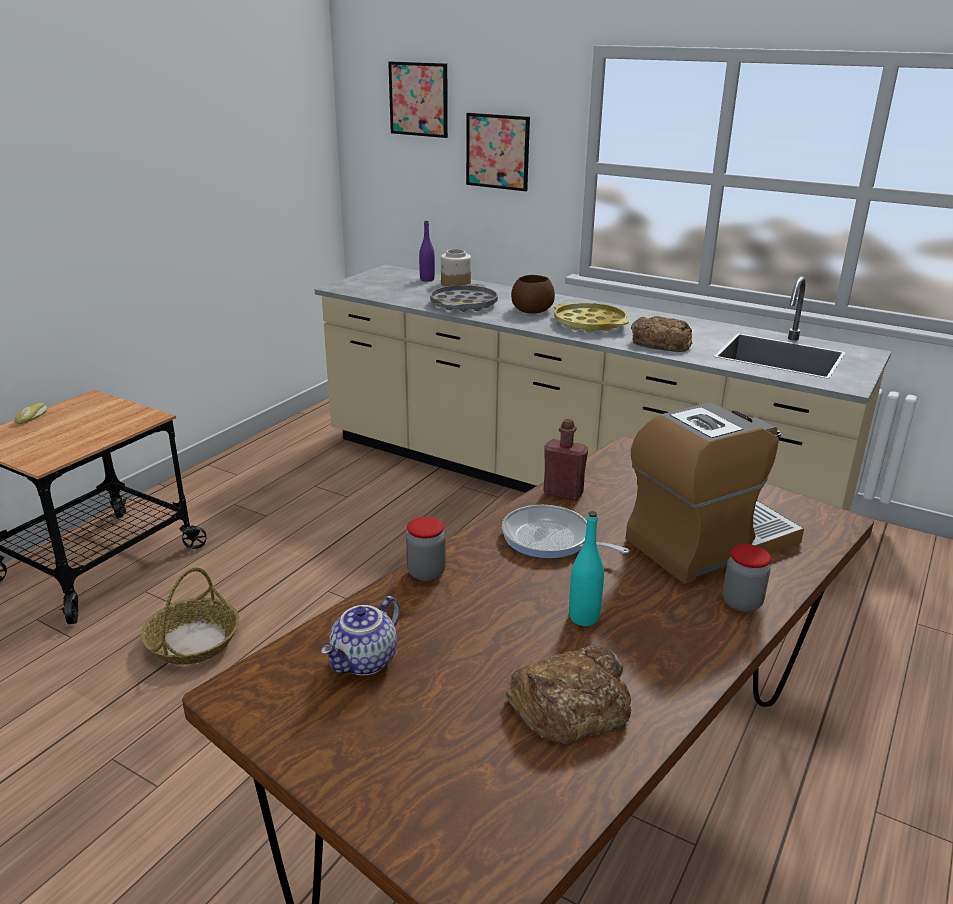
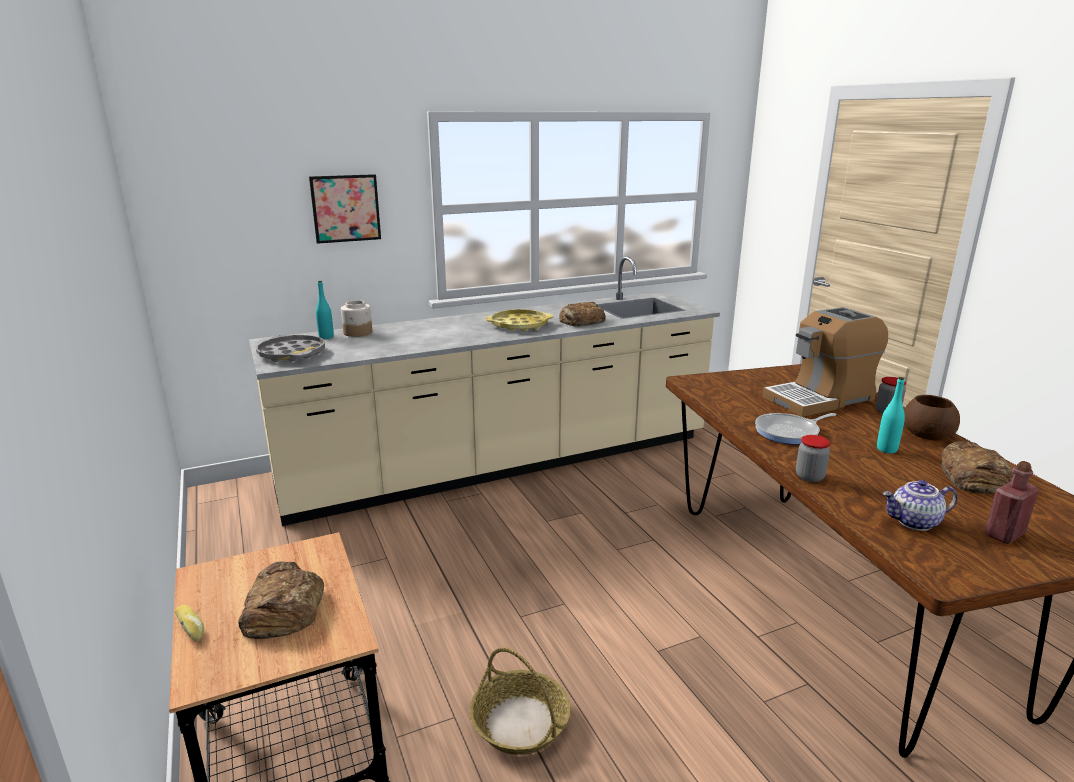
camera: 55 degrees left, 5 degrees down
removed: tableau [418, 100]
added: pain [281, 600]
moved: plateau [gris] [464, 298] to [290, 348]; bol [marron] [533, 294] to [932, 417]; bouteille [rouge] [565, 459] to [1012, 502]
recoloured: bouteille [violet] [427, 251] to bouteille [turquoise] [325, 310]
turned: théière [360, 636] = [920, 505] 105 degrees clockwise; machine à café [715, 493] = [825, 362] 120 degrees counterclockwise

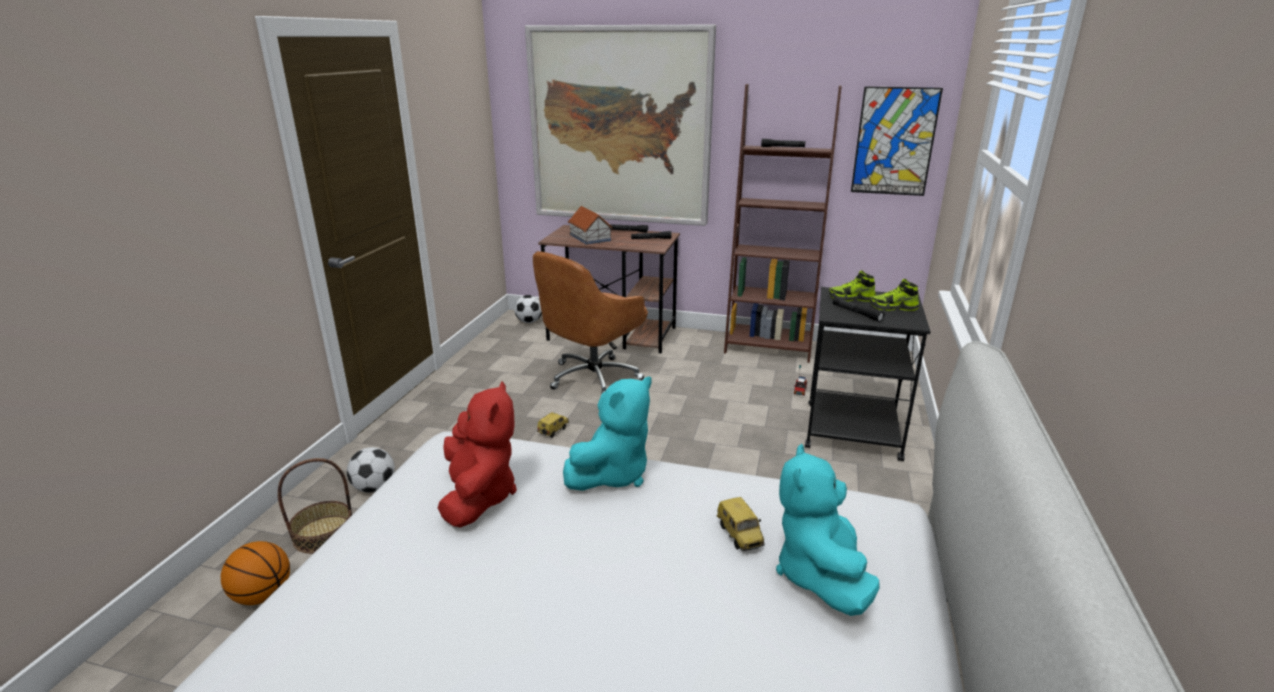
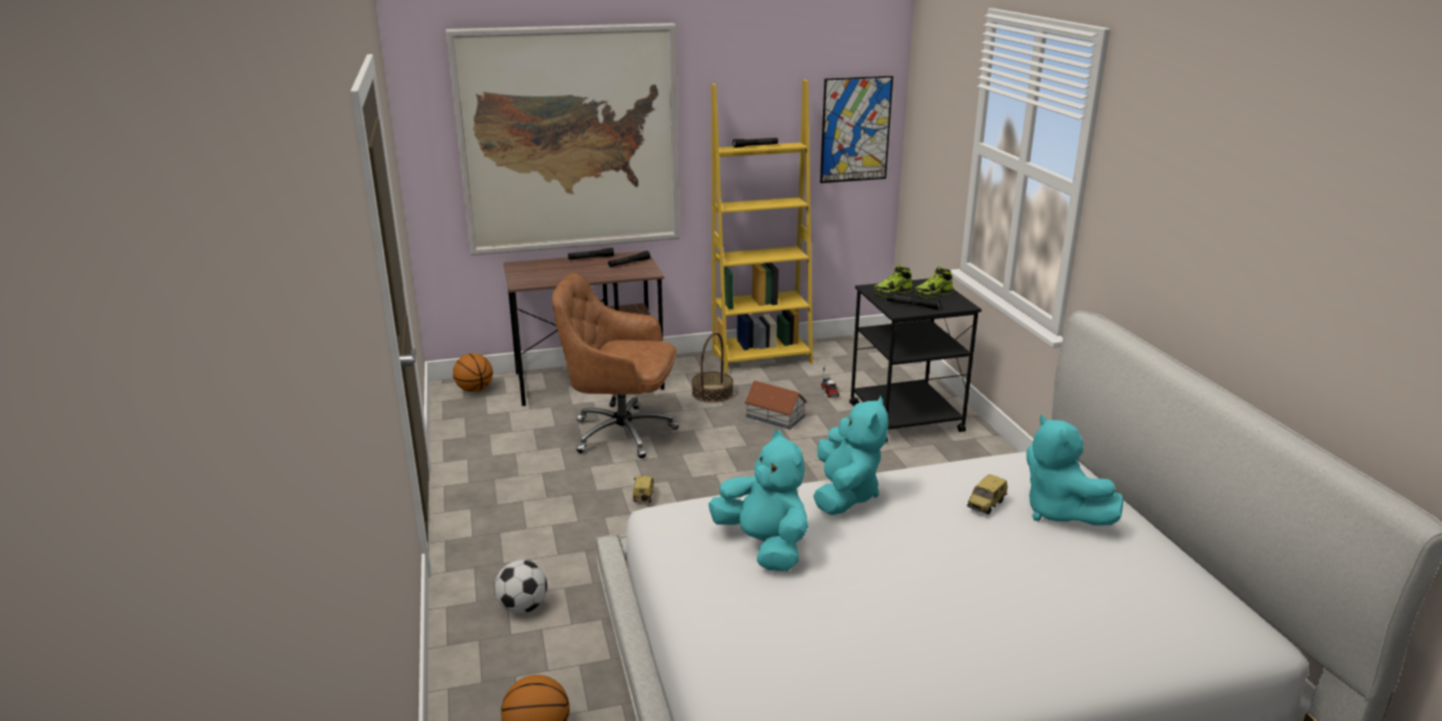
camera: 30 degrees left, 0 degrees up
moved: panier [315, 506] to [712, 367]; maison miniature [590, 225] to [775, 405]
replaced: ballon de foot [528, 309] to ballon de basket [473, 372]
recoloured: peluche [rouge] [477, 454] to peluche [turquoise] [758, 500]; bibliothèque [marron] [783, 223] to bibliothèque [jaune] [762, 227]
turned: chaise de bureau [marron] [590, 322] = [615, 365] 90 degrees clockwise; petite voiture [740, 524] = [987, 494] 90 degrees clockwise

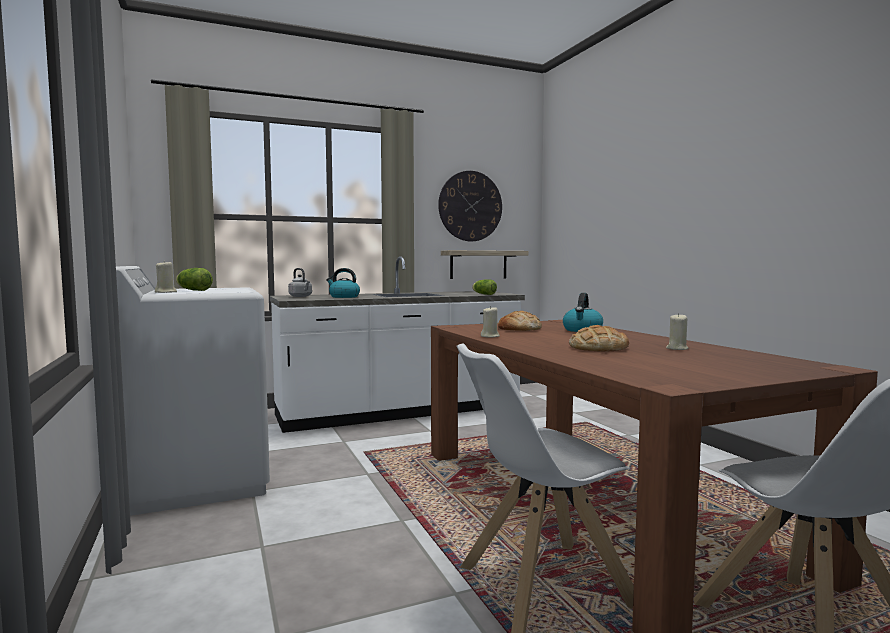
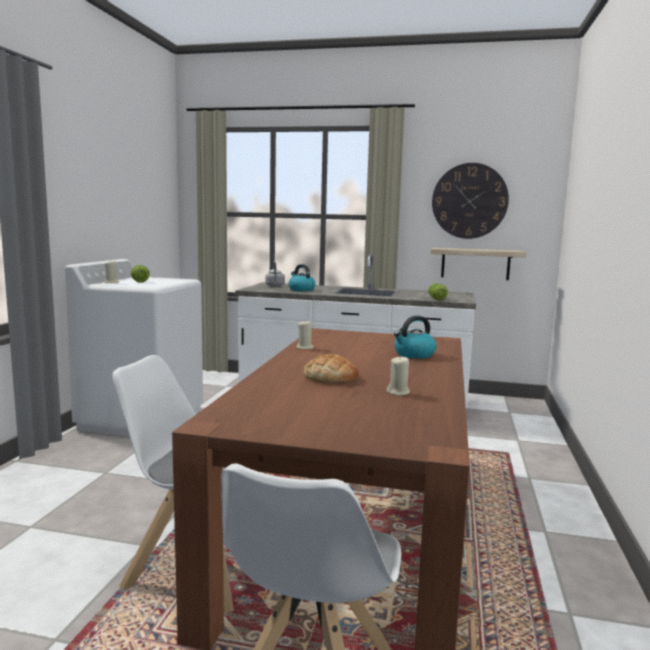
camera: 35 degrees right, 5 degrees up
removed: pain [520, 321]

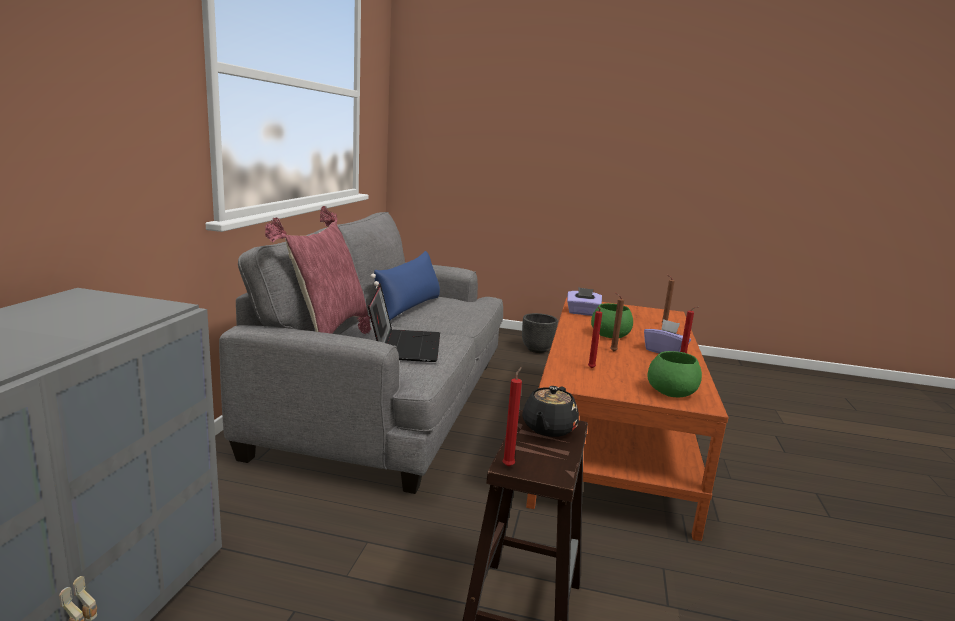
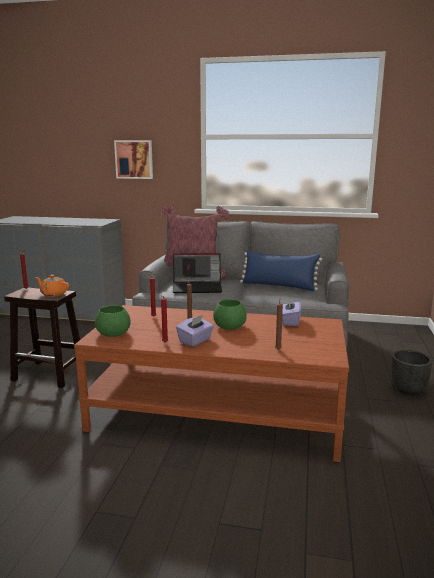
camera: 90 degrees right, 0 degrees up
added: tableau [133, 159]
recoloured: théière [noir] [550, 411] to théière [orange] [52, 286]

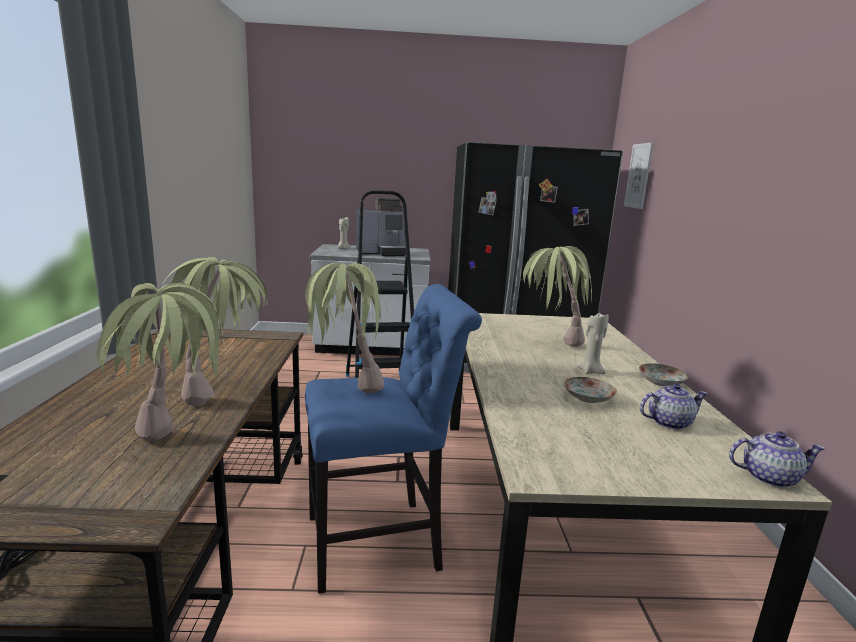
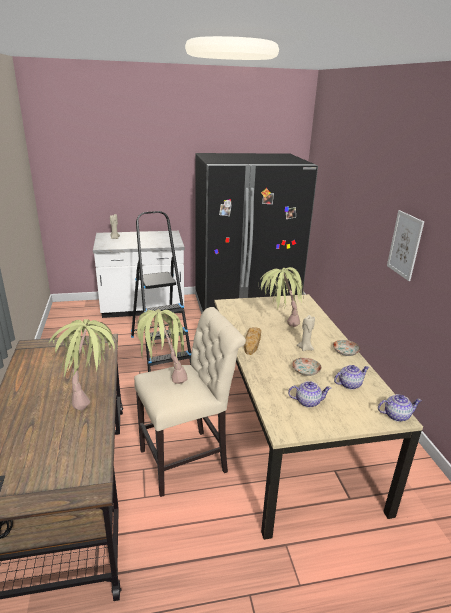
camera: 10 degrees left, 10 degrees up
removed: plante en pot [161, 361]; machine à café [381, 227]
added: pain [252, 341]; théière [309, 394]
moved: tableau [639, 176] to [405, 245]
recoloured: tabouret [bleu] [393, 439] to tabouret [beige] [190, 402]

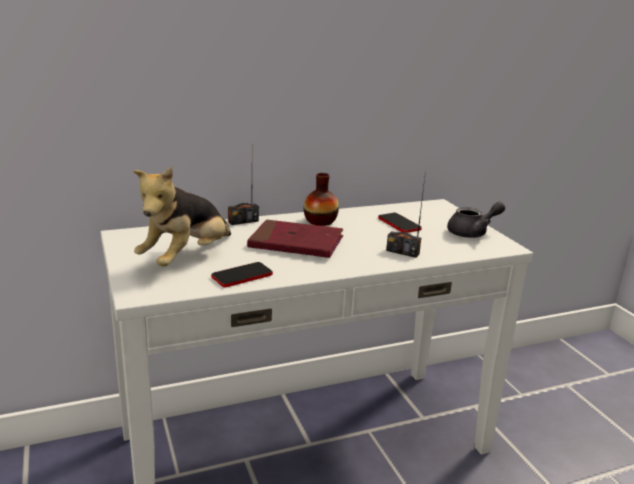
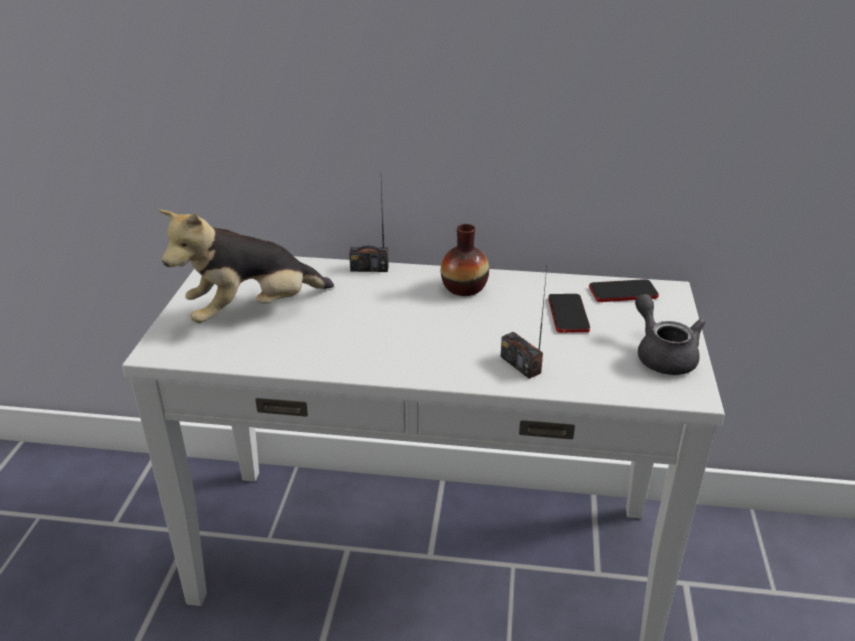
camera: 30 degrees right, 10 degrees up
removed: livre [rouge] [295, 239]
moved: téléphone [242, 274] to [624, 290]
turned: théière [gris] [476, 219] = [670, 334] 120 degrees counterclockwise

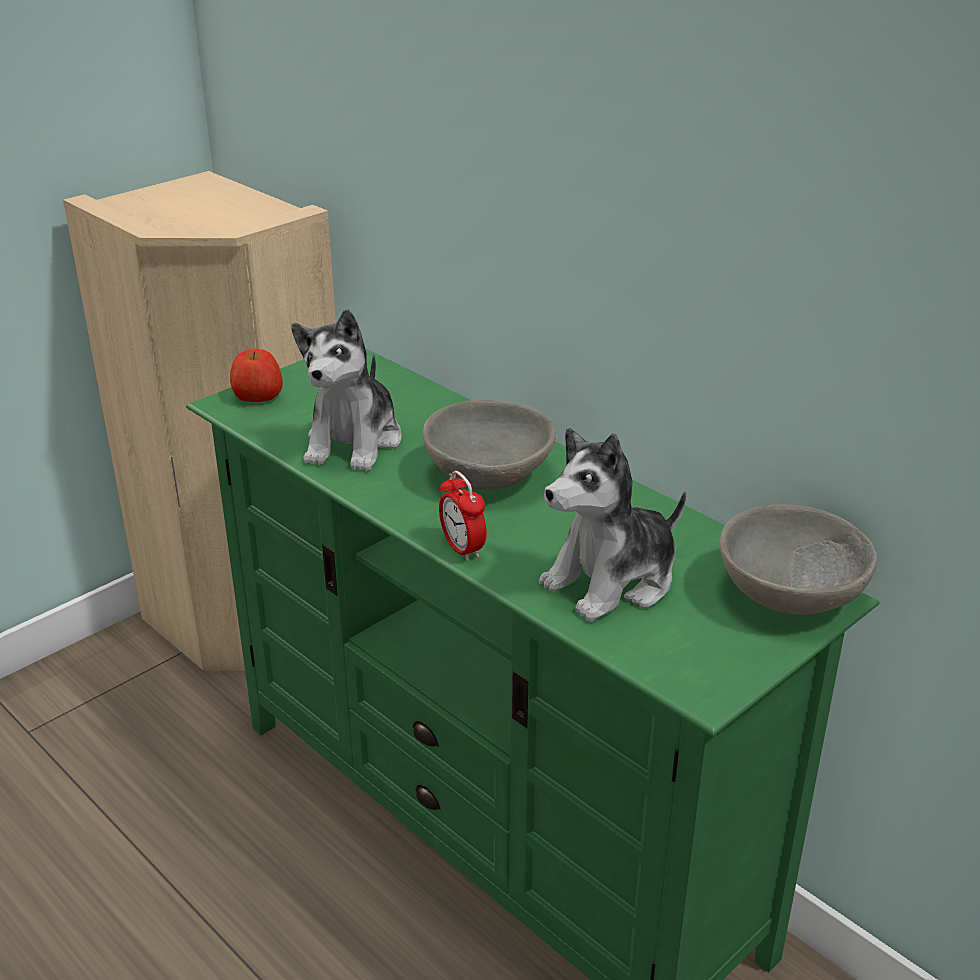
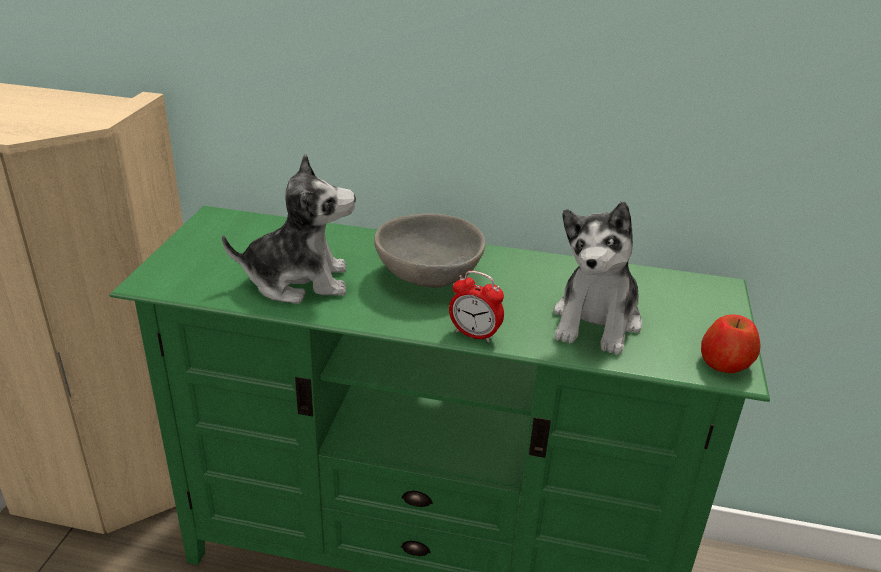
camera: 35 degrees left, 0 degrees up
removed: bol [gris] [798, 559]
moved: pomme [256, 375] to [731, 343]
turned: peluche [346, 390] = [289, 228] 75 degrees counterclockwise

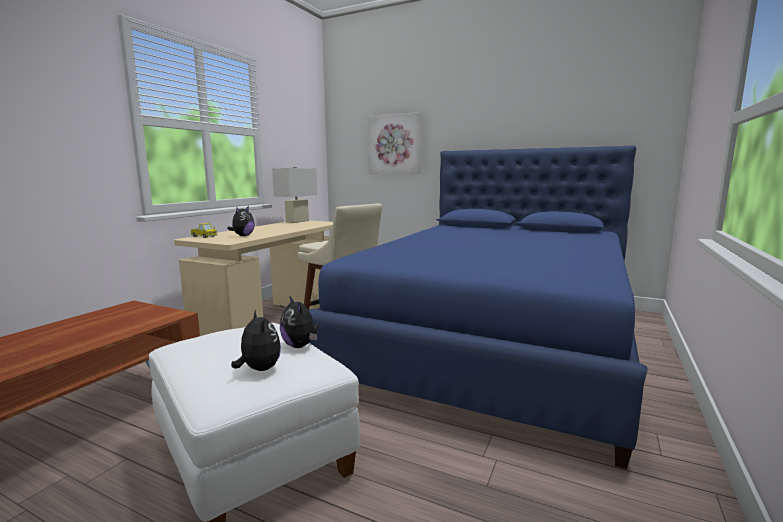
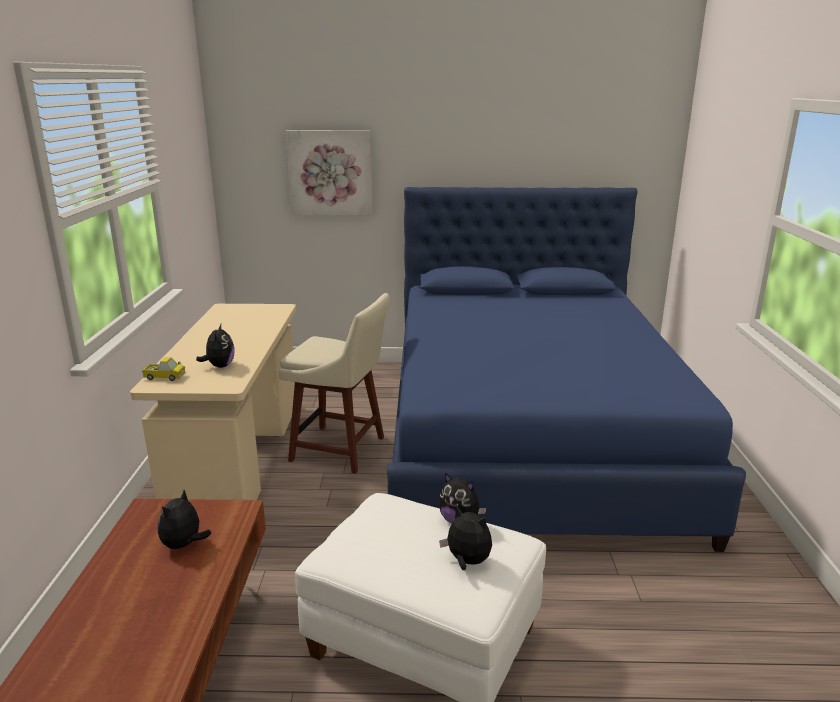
camera: 25 degrees left, 10 degrees up
removed: lampe de table [blanc] [294, 195]
added: peluche [184, 519]

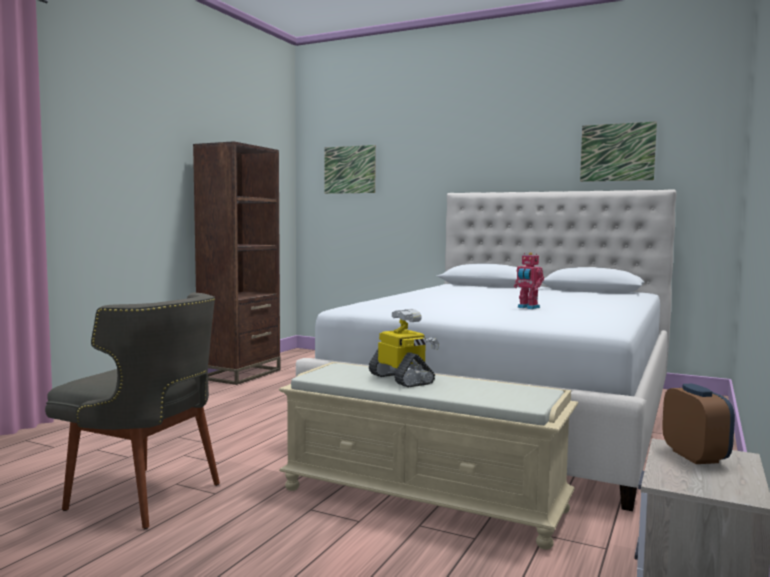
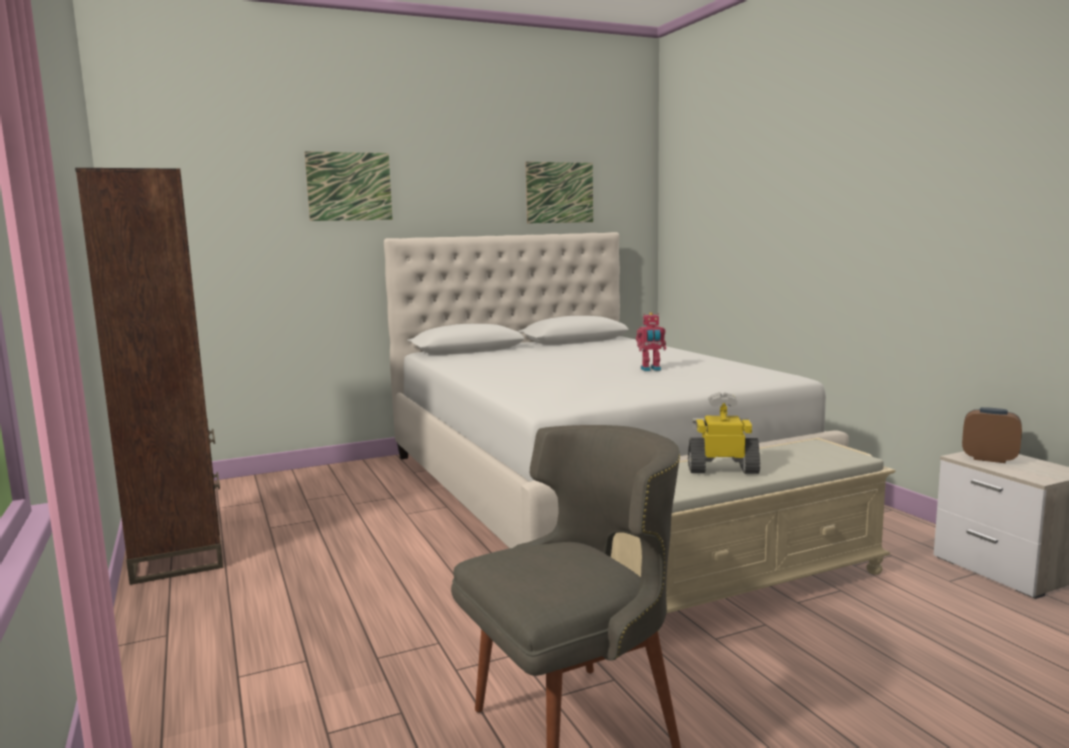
camera: 50 degrees left, 5 degrees up
moved: tableau [350, 169] to [349, 186]

